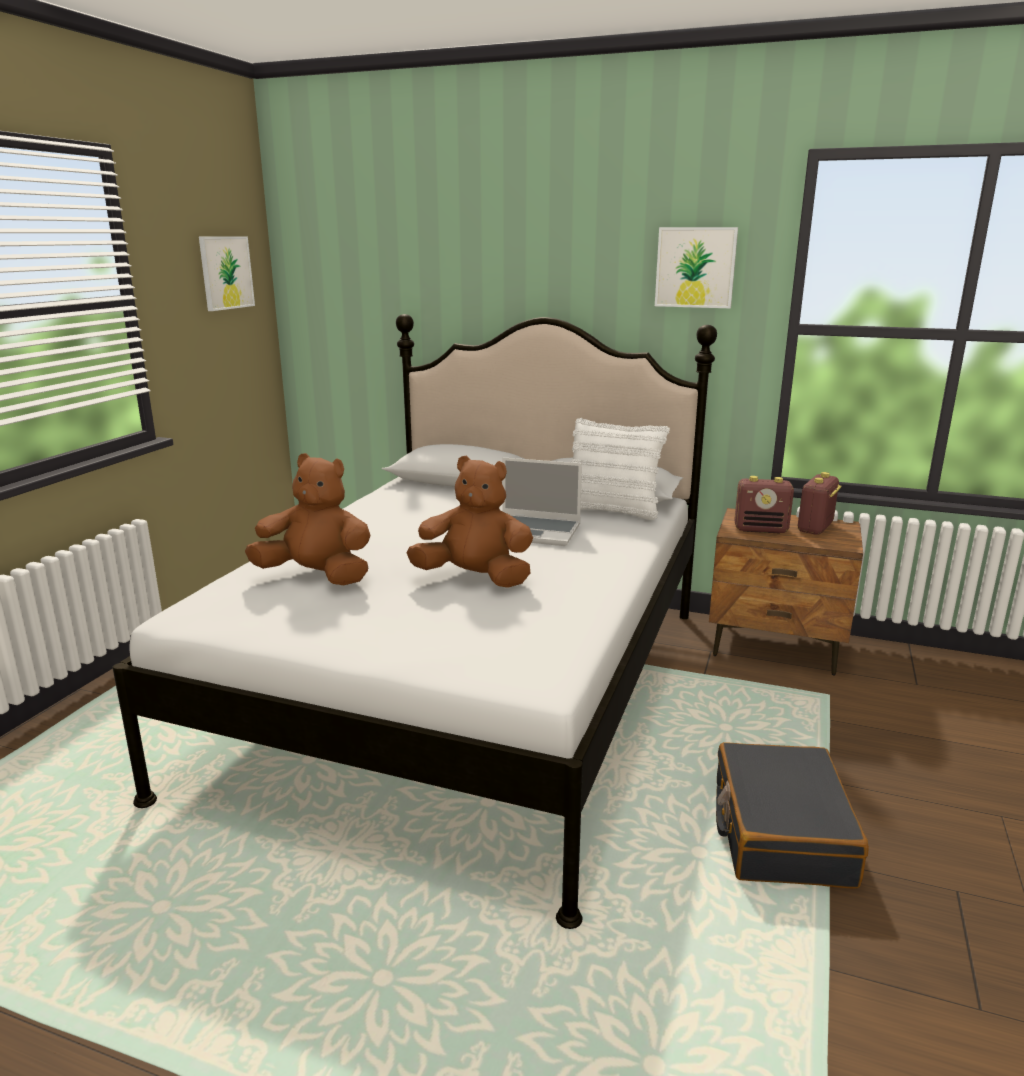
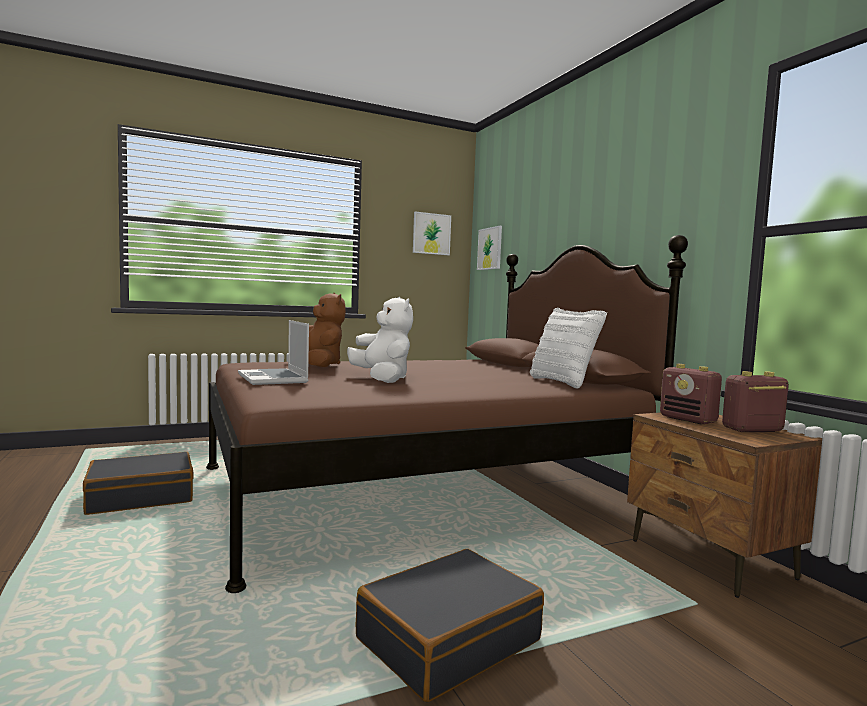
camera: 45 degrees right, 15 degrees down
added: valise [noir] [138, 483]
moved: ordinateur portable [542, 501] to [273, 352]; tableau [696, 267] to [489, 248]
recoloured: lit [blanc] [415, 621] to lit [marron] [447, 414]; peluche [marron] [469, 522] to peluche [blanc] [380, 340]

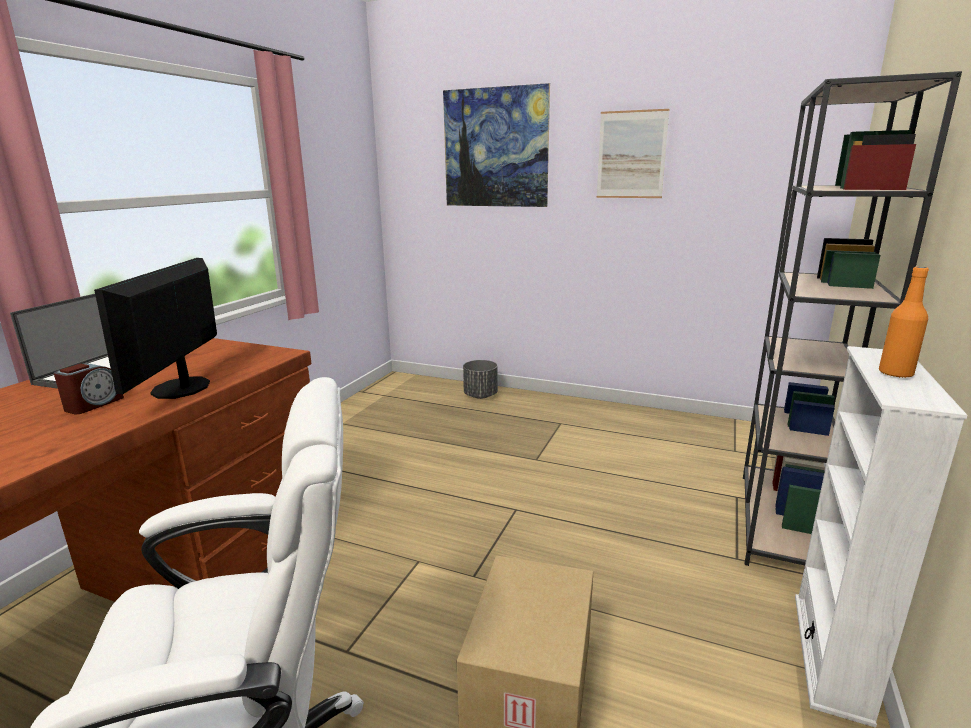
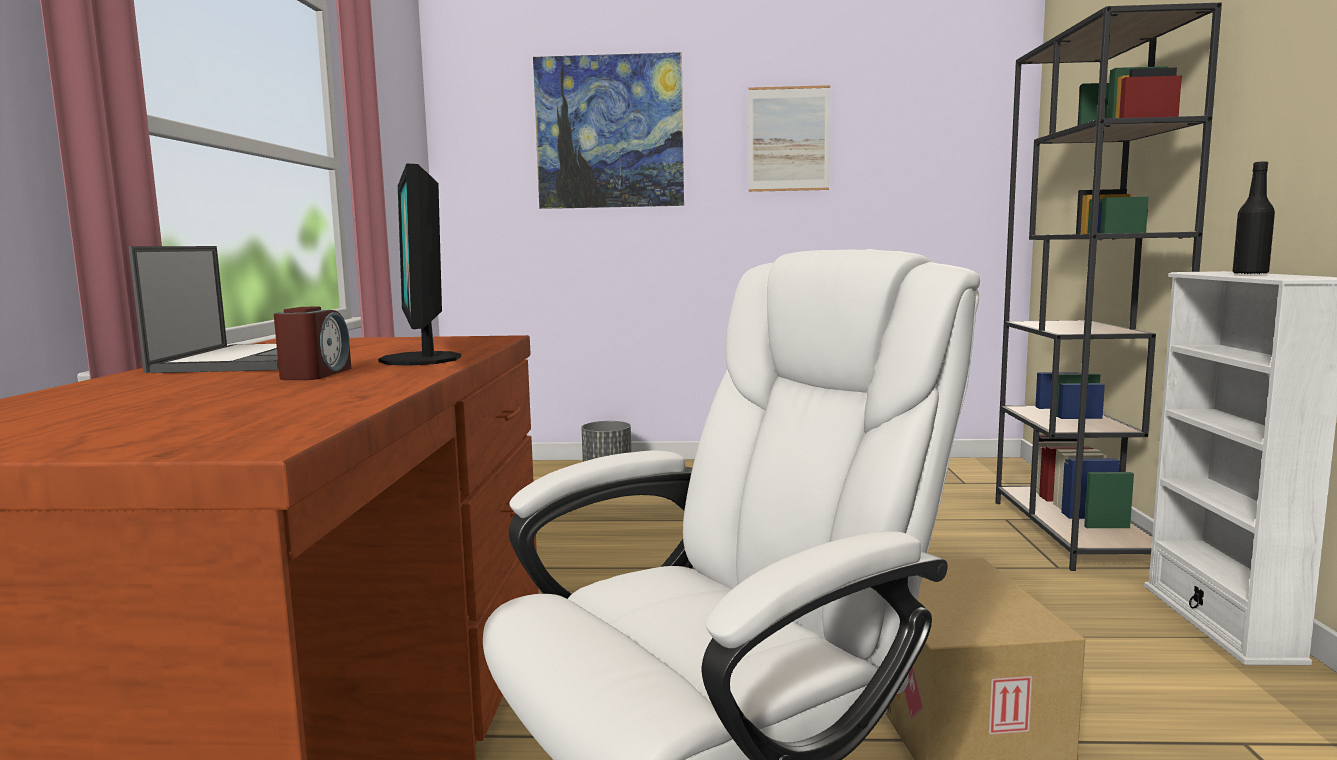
camera: 20 degrees left, 10 degrees down
recoloured: bouteille [orange] [904, 322] to bouteille [noir] [1254, 218]

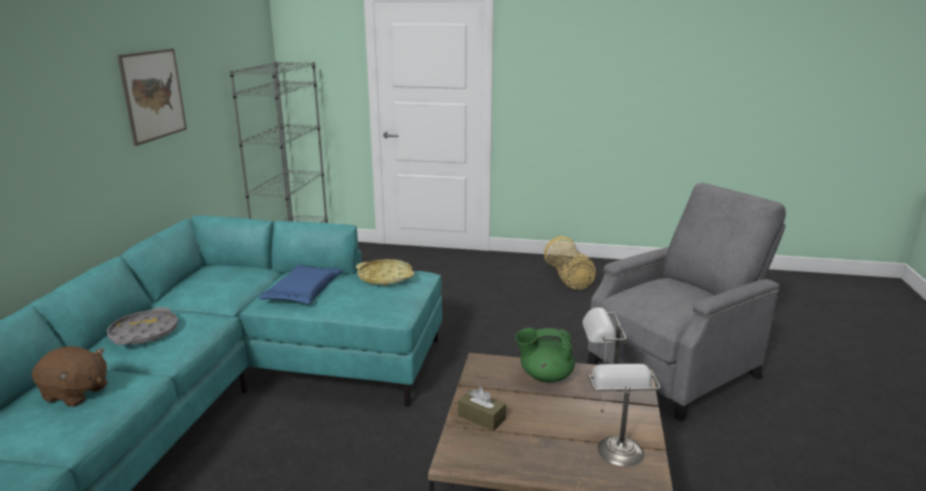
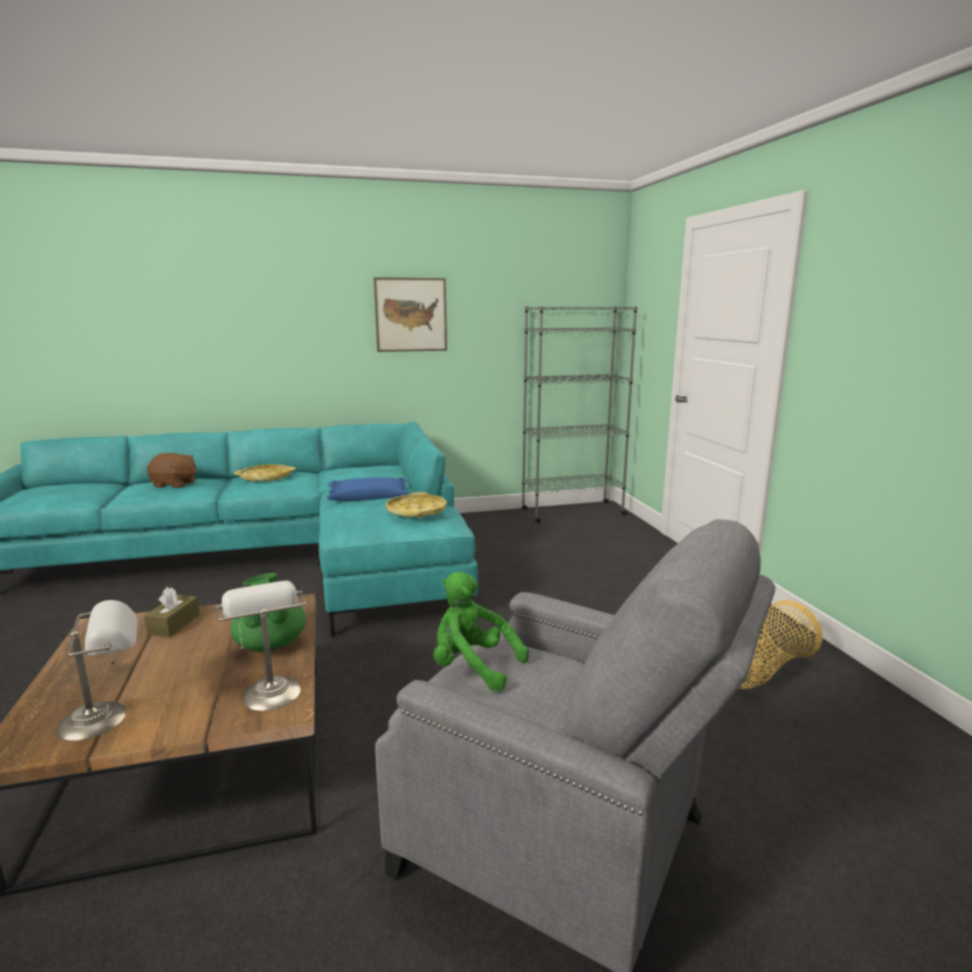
camera: 65 degrees right, 5 degrees down
added: peluche [vert] [481, 631]
recoloured: plateau [gris] [142, 326] to plateau [jaune] [265, 473]
turned: peluche [marron] [70, 376] = [172, 470] 75 degrees counterclockwise

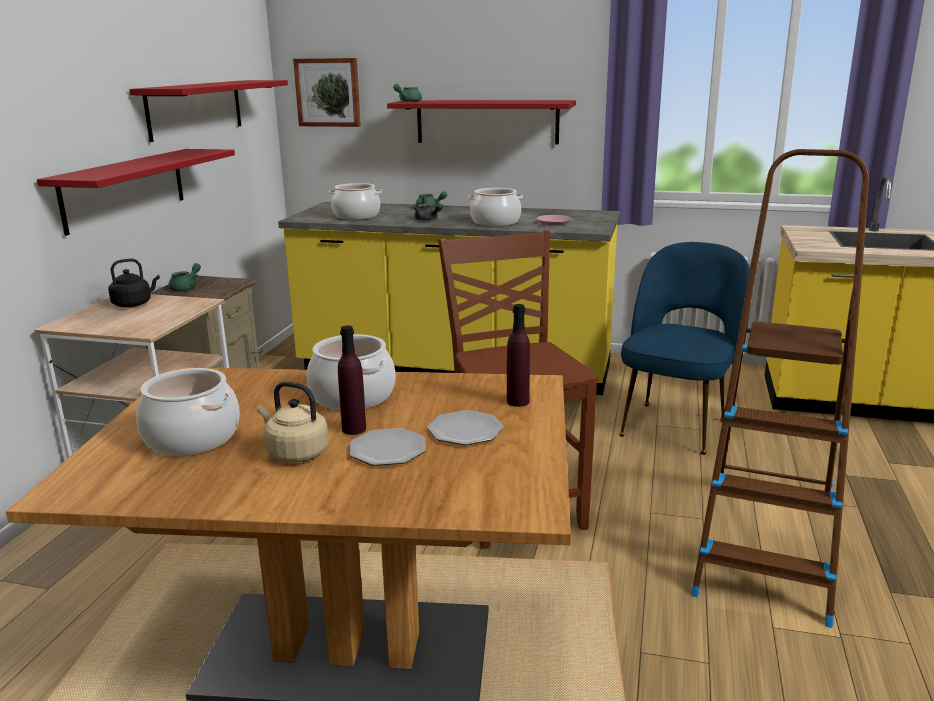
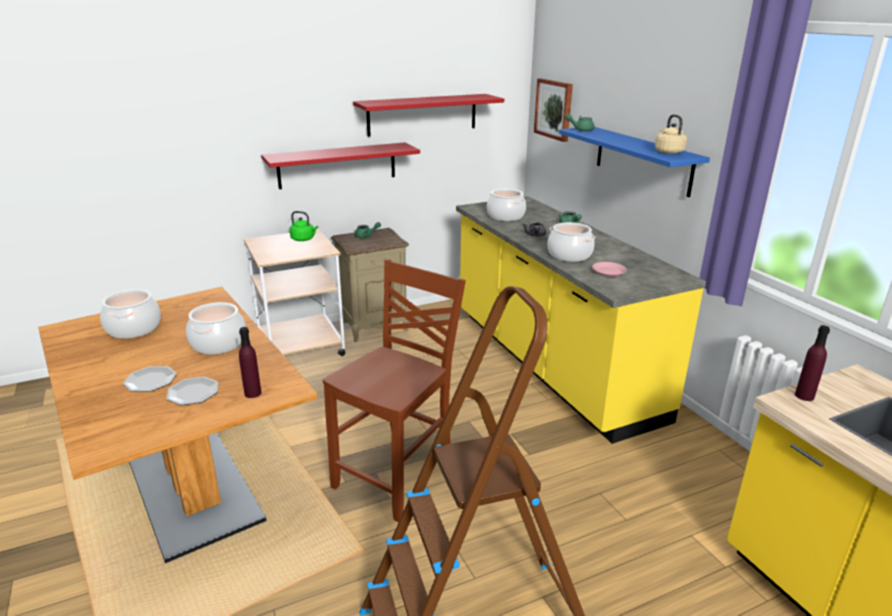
camera: 50 degrees right, 5 degrees up
removed: chaise [bleu] [684, 348]
moved: bouilloire [beige] [293, 422] to [671, 134]; bouteille [violet] [352, 380] to [812, 363]
recoloured: bouilloire [noir] [134, 283] to bouilloire [vert] [304, 226]; étagère [rouge] [481, 122] to étagère [bleu] [634, 162]

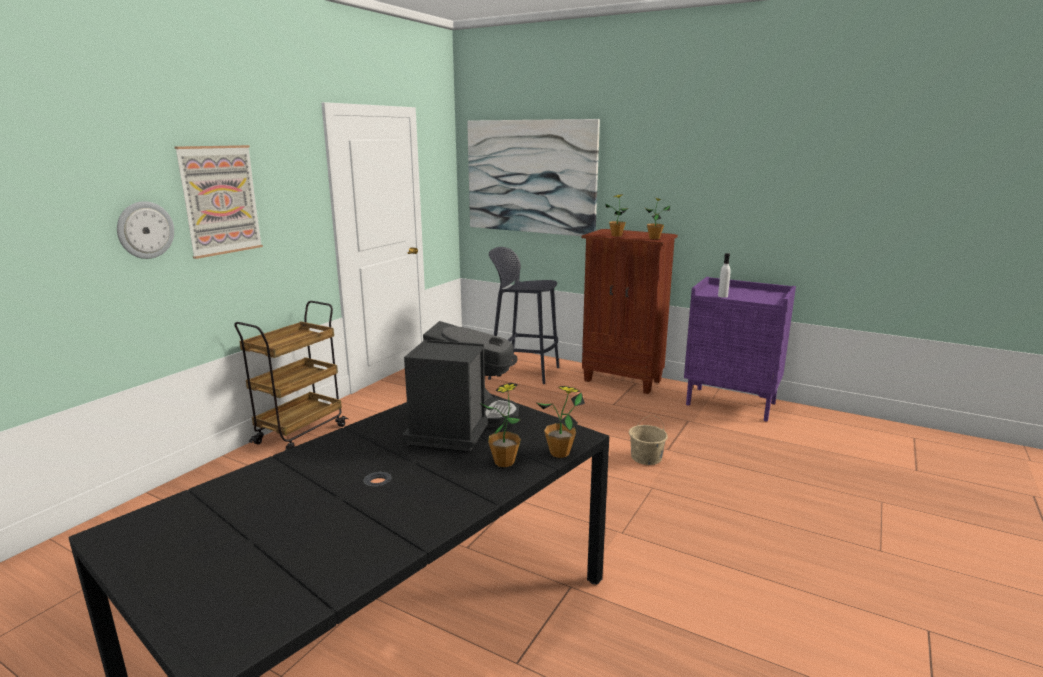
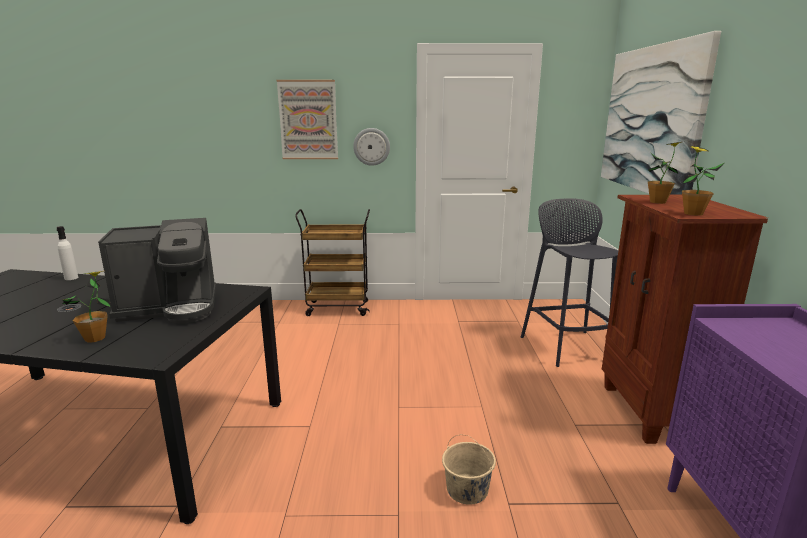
camera: 60 degrees right, 0 degrees up
removed: plante en pot [561, 422]
moved: horloge murale [145, 230] to [371, 147]; bouteille [blanc] [724, 275] to [67, 253]

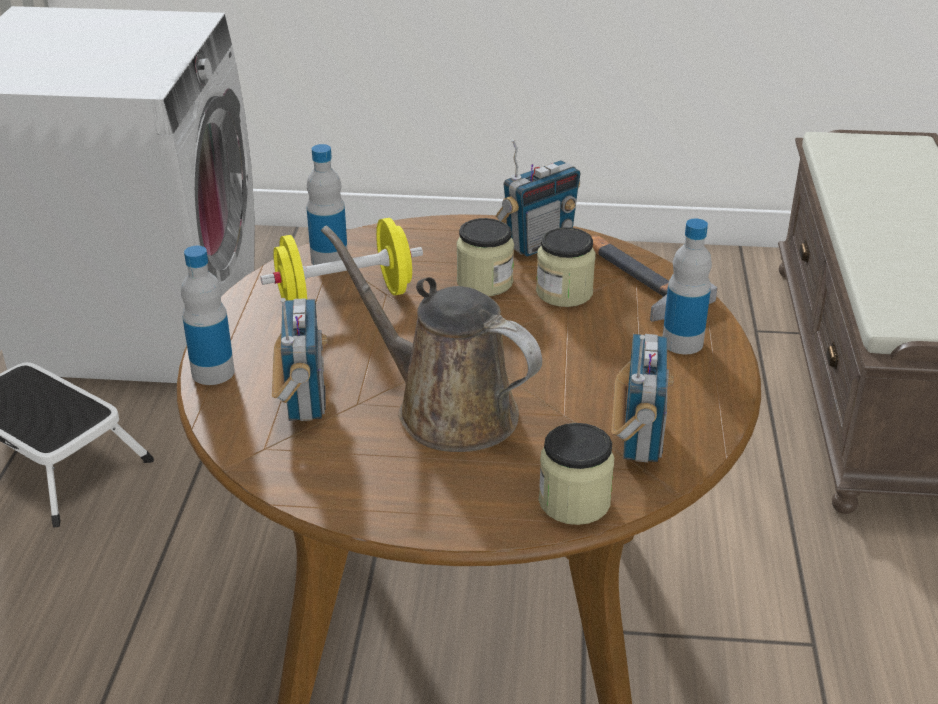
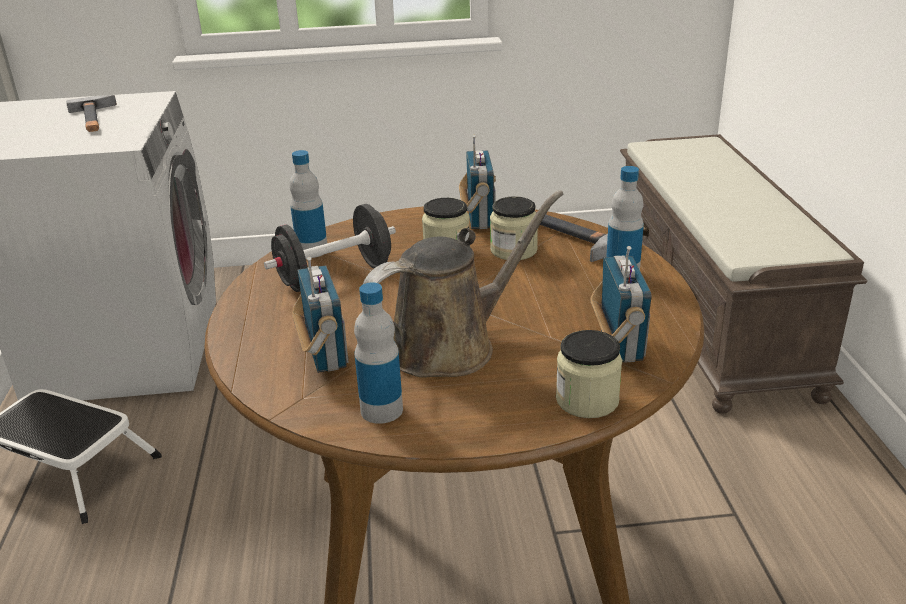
camera: 10 degrees left, 5 degrees down
added: marteau [91, 113]
moved: bouteille [208, 315] to [378, 353]
recoloured: haltère [jaune] [341, 259] to haltère [noir] [330, 248]
turned: arrosoir [marron] [431, 338] = [463, 284] 120 degrees clockwise; radio [538, 198] = [477, 182] 45 degrees counterclockwise

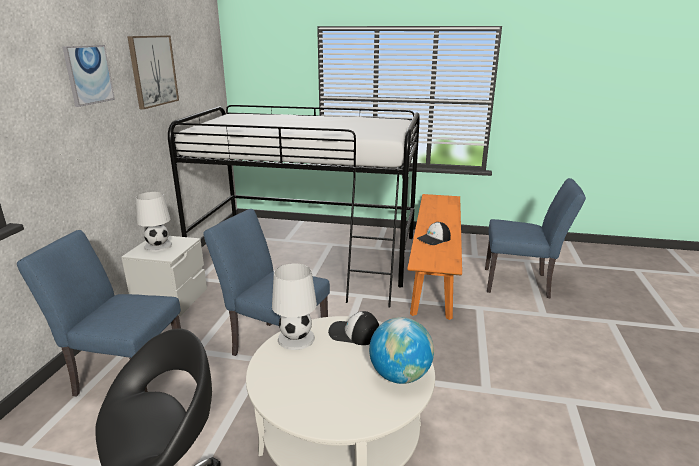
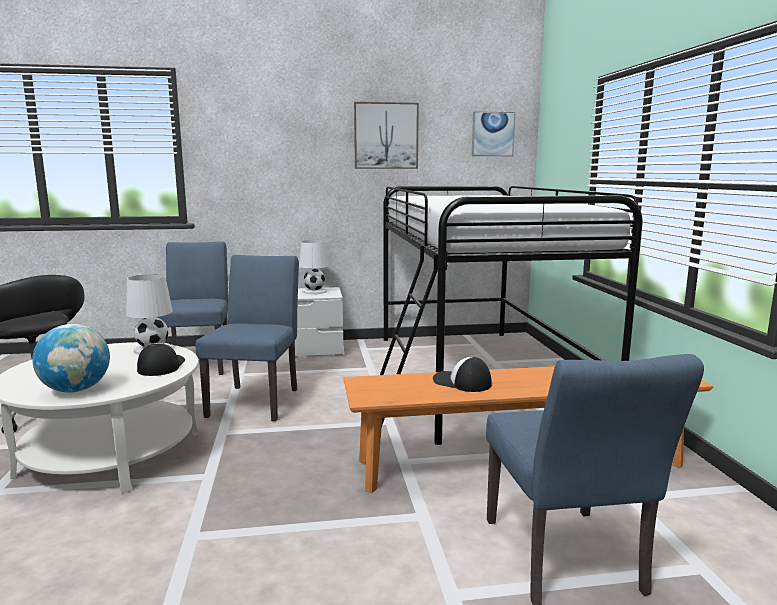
camera: 70 degrees right, 10 degrees down
moved: tableau [89, 76] to [493, 133]

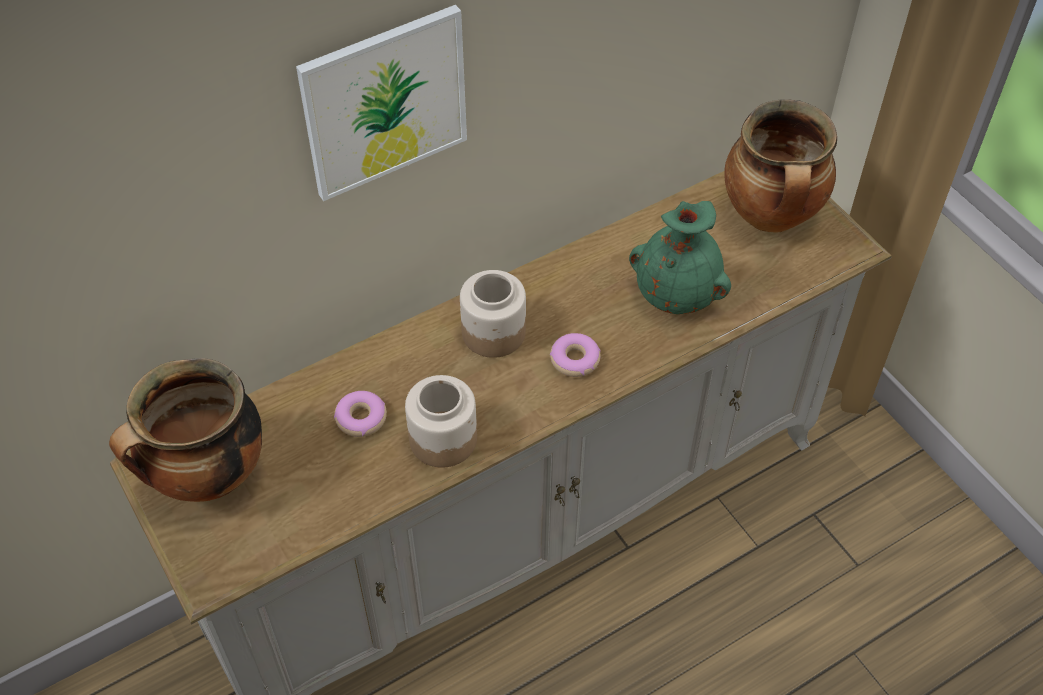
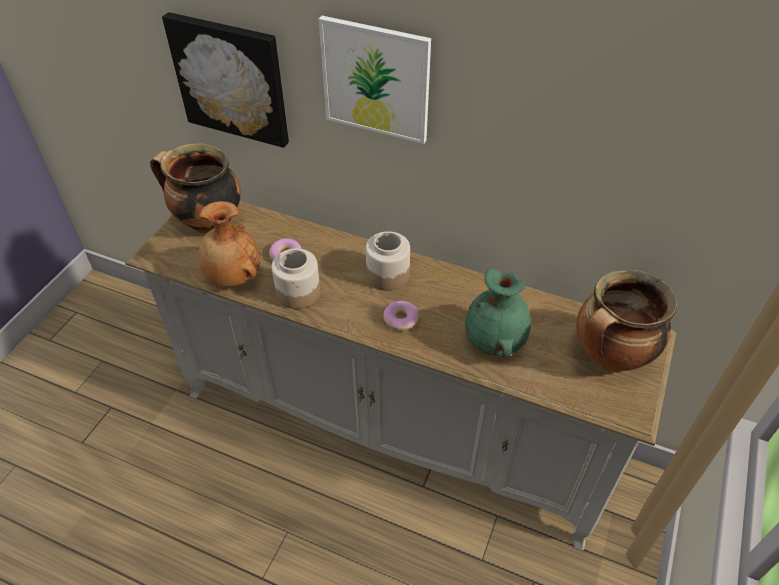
camera: 55 degrees right, 5 degrees down
added: tableau [225, 80]; vase [marron] [229, 244]

